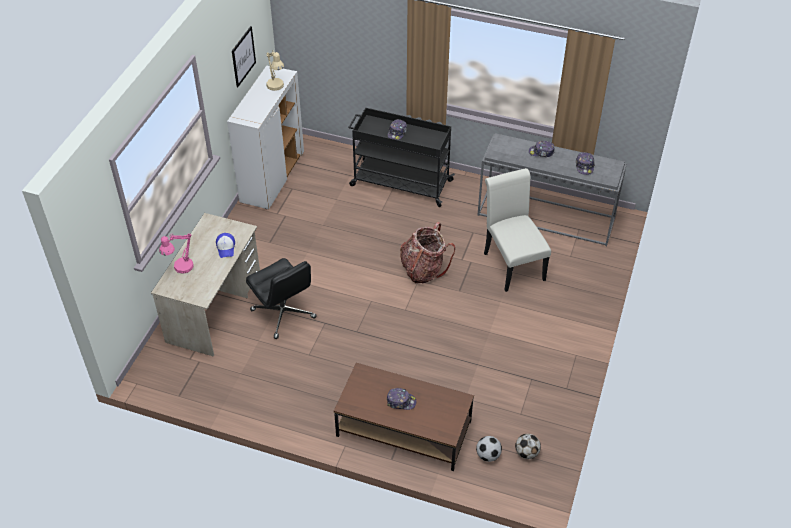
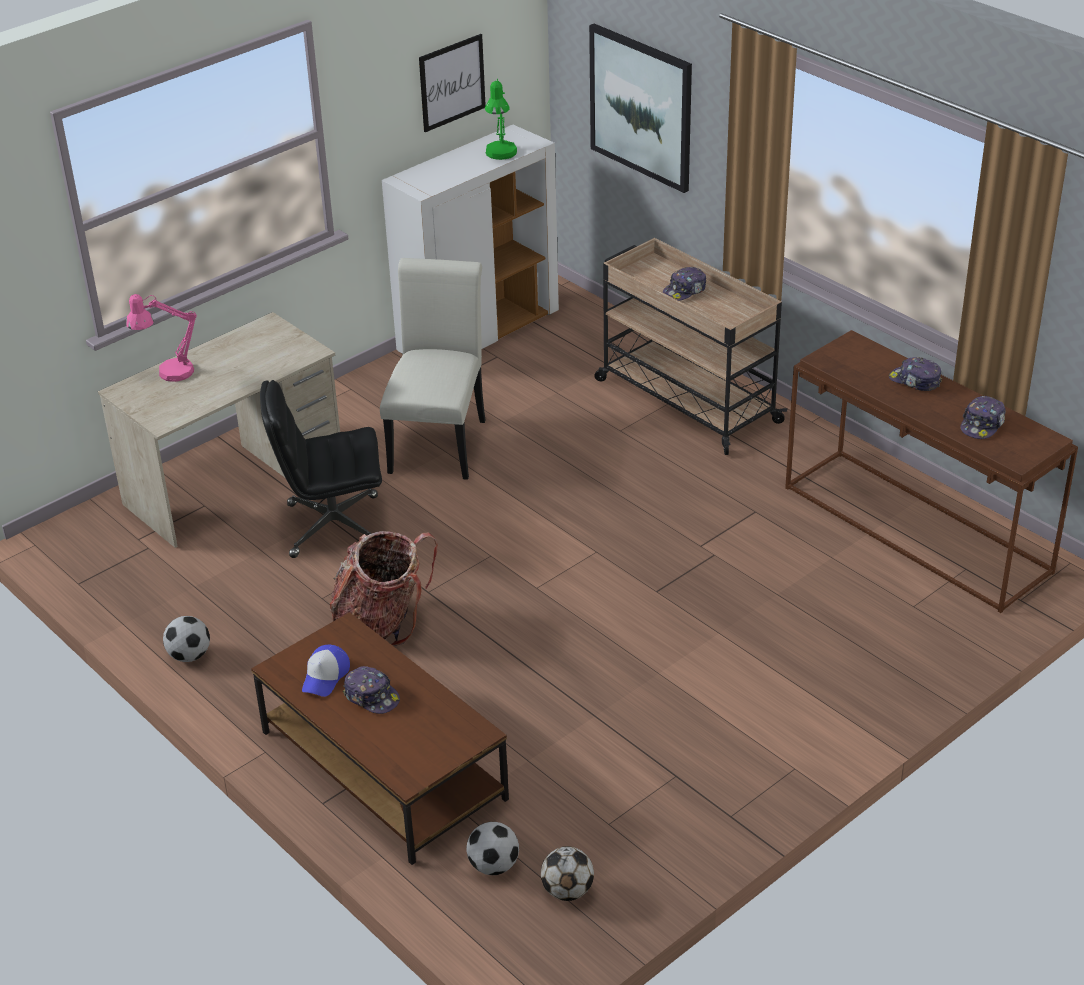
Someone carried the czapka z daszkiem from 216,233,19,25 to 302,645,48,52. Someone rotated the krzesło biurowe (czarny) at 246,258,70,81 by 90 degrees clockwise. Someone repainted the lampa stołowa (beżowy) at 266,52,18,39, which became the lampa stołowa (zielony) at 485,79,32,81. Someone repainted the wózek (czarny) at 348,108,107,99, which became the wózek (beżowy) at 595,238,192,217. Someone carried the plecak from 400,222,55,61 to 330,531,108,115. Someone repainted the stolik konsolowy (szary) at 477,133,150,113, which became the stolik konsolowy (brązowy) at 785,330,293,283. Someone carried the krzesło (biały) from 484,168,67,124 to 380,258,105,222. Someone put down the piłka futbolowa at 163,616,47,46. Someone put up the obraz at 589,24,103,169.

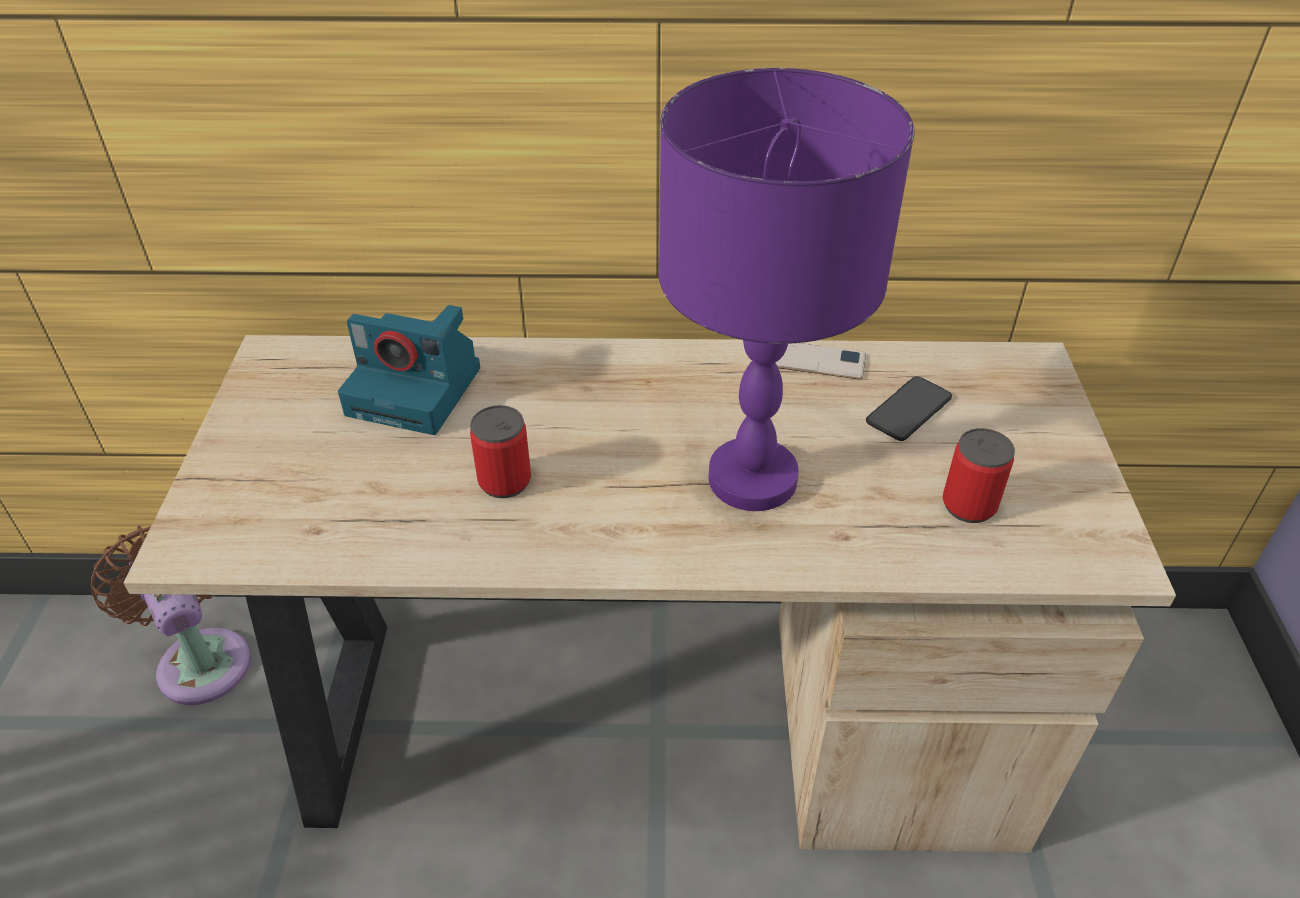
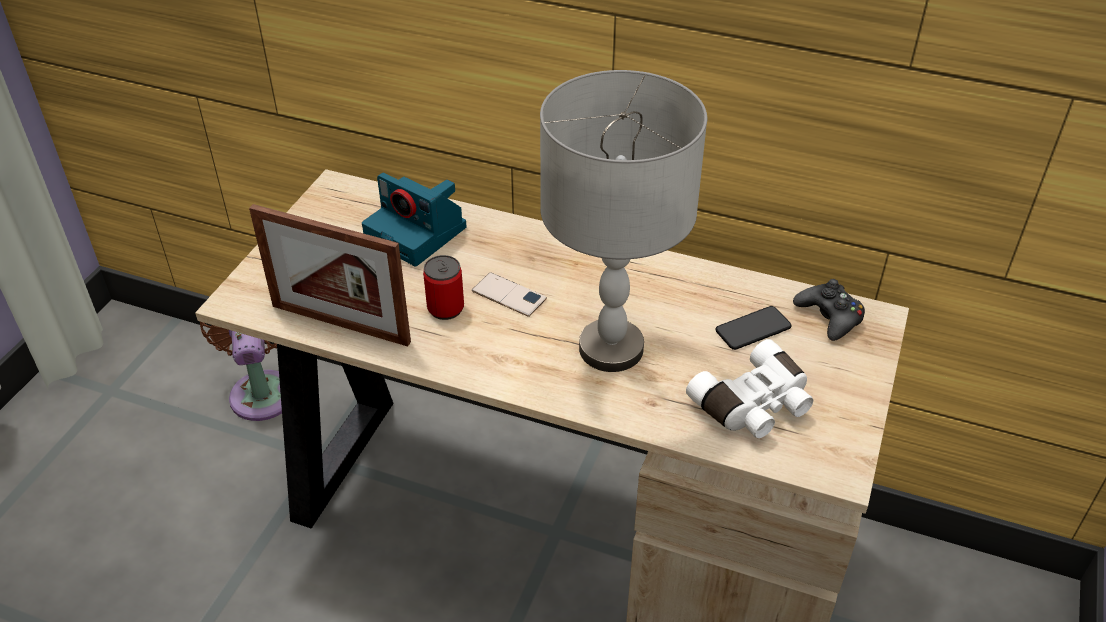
Someone repainted the lampa stołowa (fioletowy) at 659,68,256,443, which became the lampa stołowa (szary) at 540,70,167,302. Someone carried the telefon from 775,343,91,37 to 472,272,75,45. Someone swapped the puszka at 943,428,72,95 for the lornetka (biały) at 686,339,127,99. Someone put down the ramka na zdjęcie at 249,204,162,142. Someone put down the pad do gier (czarny) at 793,279,72,62.

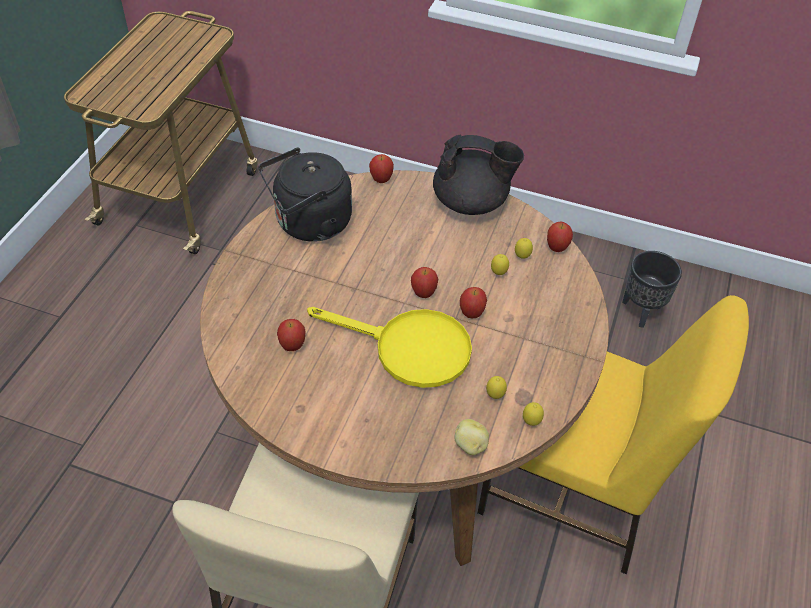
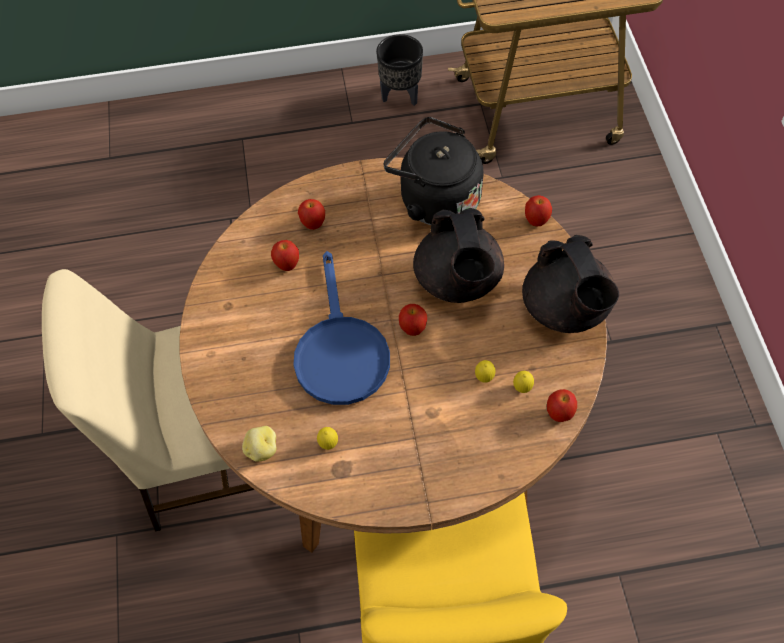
Someone repainted the patelnia (żółty) at 307,307,165,81, which became the patelnia (niebieski) at 293,251,97,154. Someone carried the jabłko from 460,287,27,31 to 298,199,27,31. Someone took away the cytryna at 523,402,21,24. Someone carried the donica (czarny) from 622,251,60,77 to 376,34,47,72. Someone put down the imbryk (czarny) at 413,208,91,95.

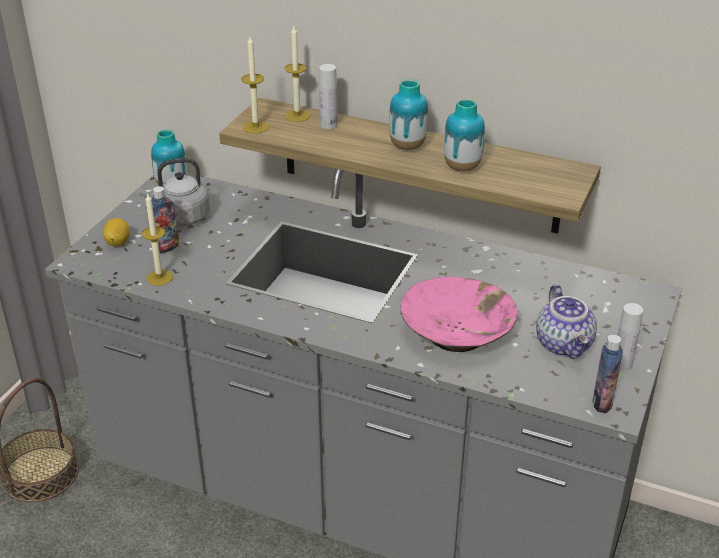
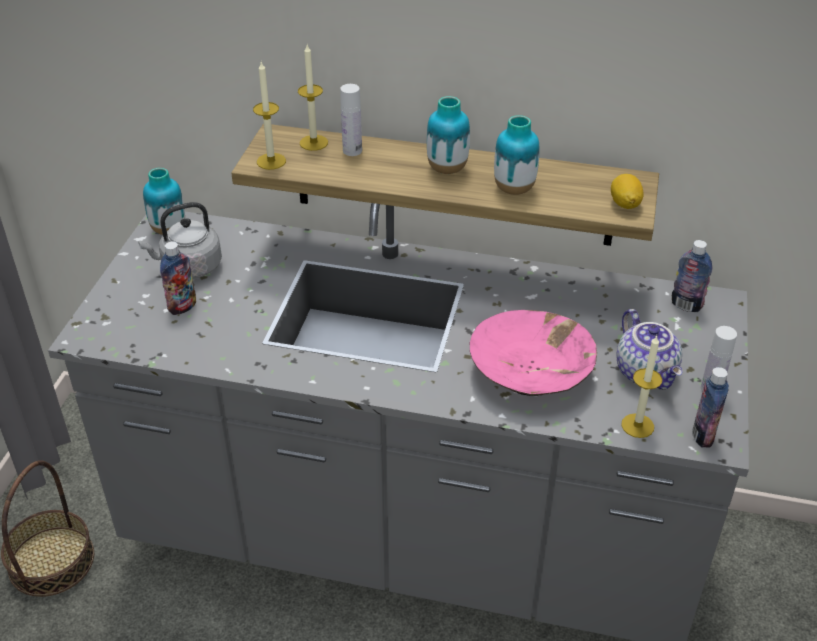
Someone carried the cytryna from 103,218,27,28 to 611,174,33,35. Someone carried the świeca from 142,194,31,92 to 621,336,41,102. Someone put down the butelka at 672,240,40,72.

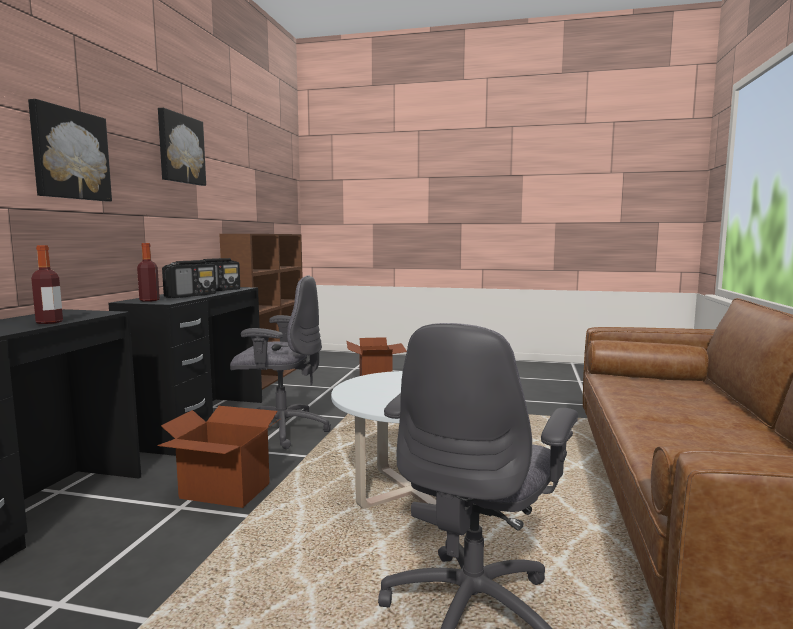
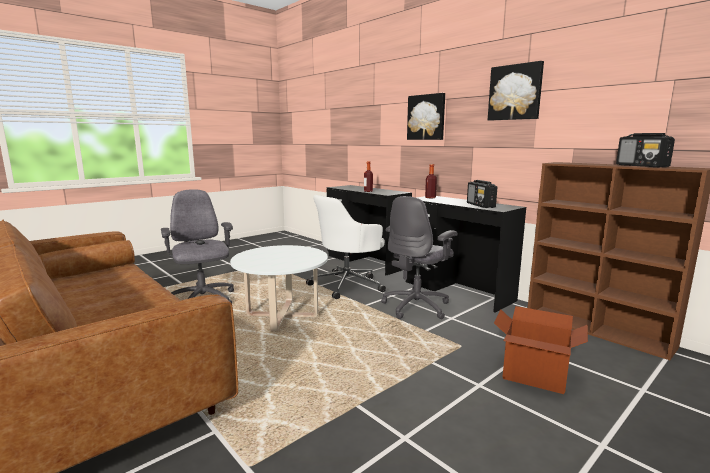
Someone swapped the karton at 157,406,124,102 for the krzesło biurowe (biały) at 306,195,80,104. Someone carried the radio from 162,260,54,38 to 616,133,59,34.

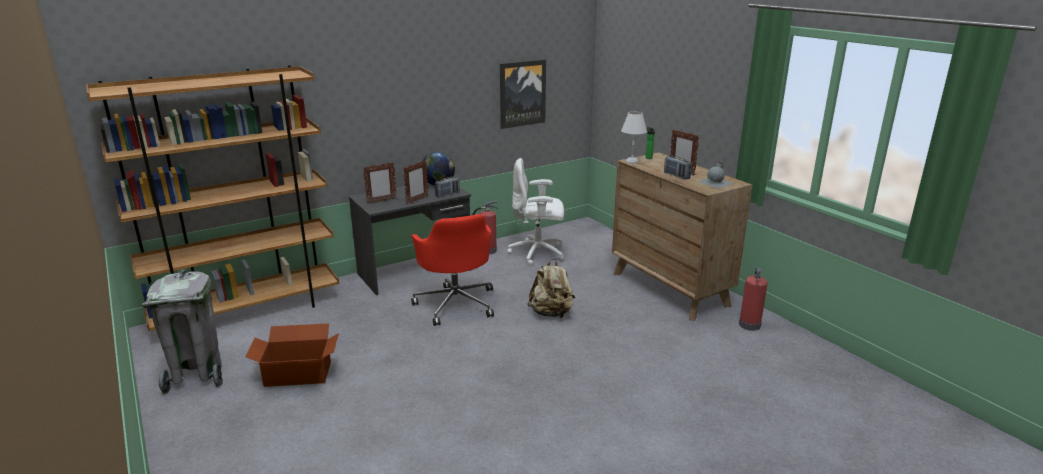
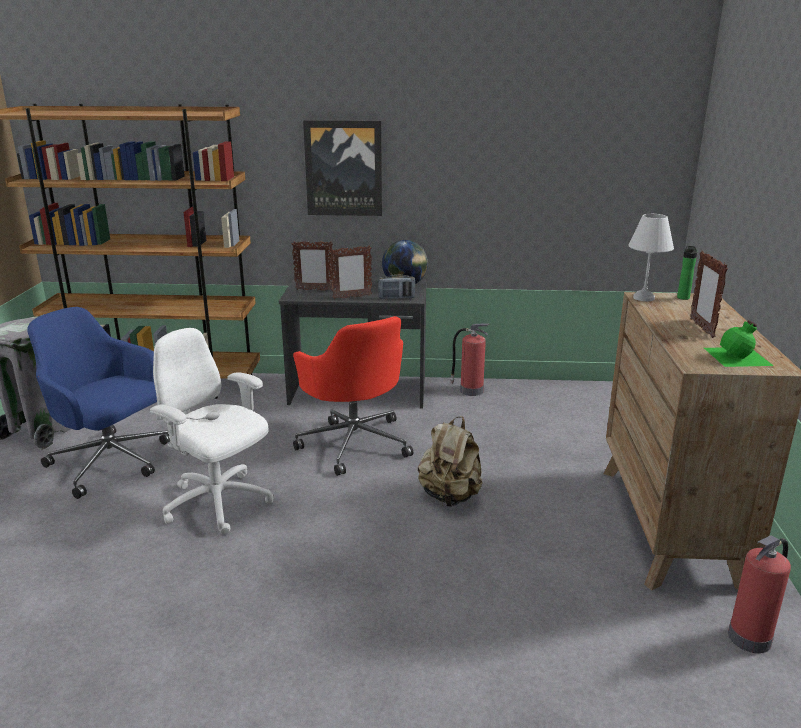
Someone swapped the karton at 245,323,94,64 for the krzesło biurowe (niebieski) at 27,307,143,192. Someone rotated the krzesło biurowe (czerwony) at 411,214,83,112 by 45 degrees counterclockwise. Someone carried the obraz from 500,59,46,70 to 303,120,79,96. Someone carried the krzesło biurowe (biały) from 508,158,57,108 to 150,328,124,207. Someone took away the radio at 664,156,28,23. Someone repainted the butelka (szary) at 697,162,36,26, which became the butelka (zielony) at 704,320,70,47.

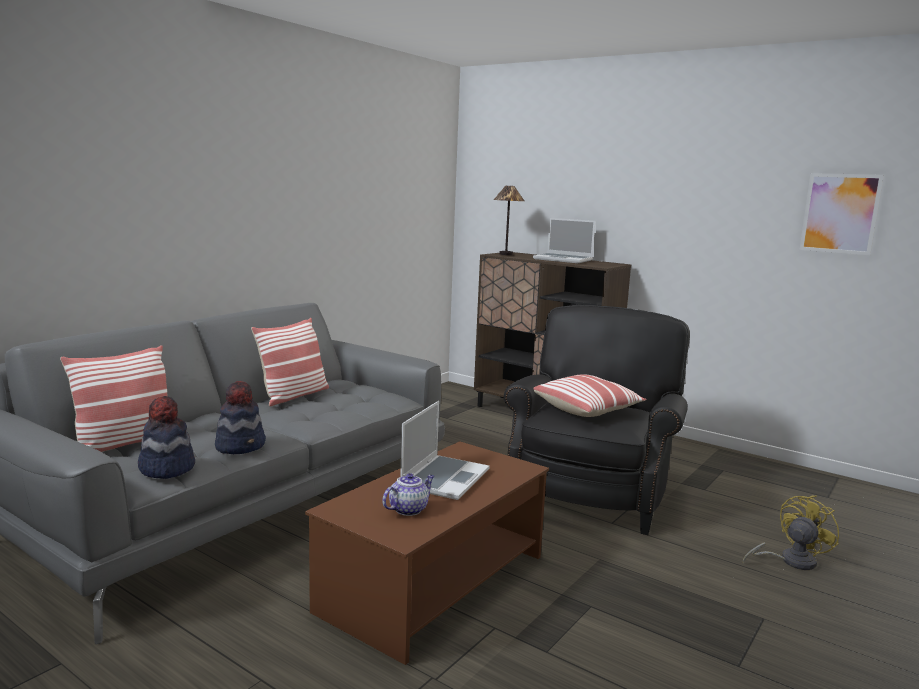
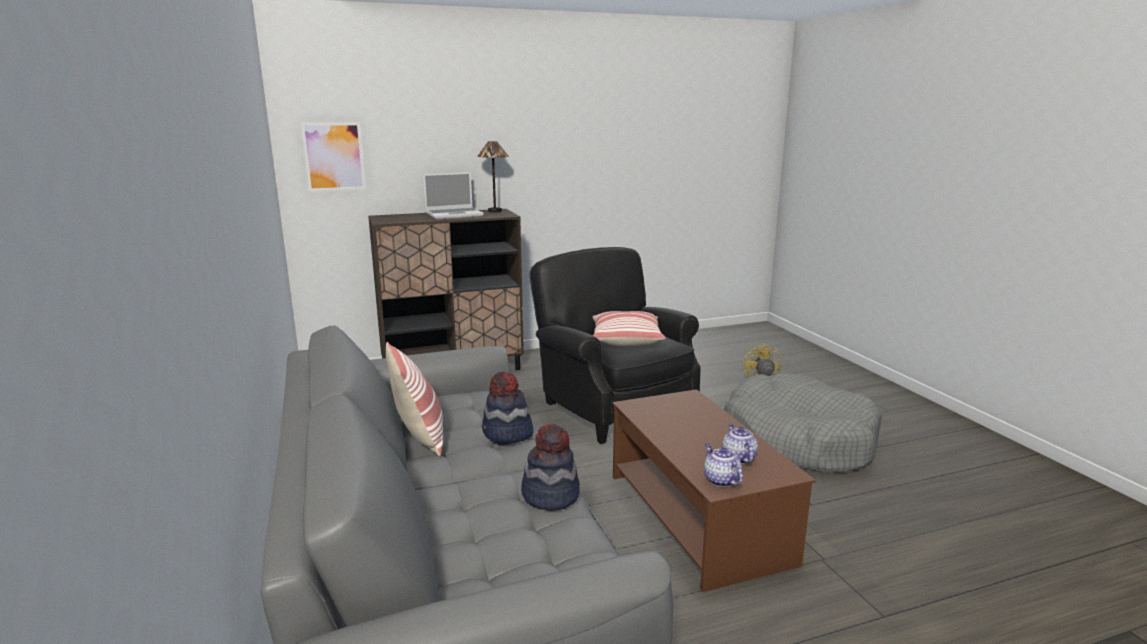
Someone took away the poduszka at 60,345,107,107. Someone carried the kapelusz from 138,396,57,83 to 482,372,51,71. Someone took away the laptop at 400,401,89,99. Someone carried the lampa stołowa from 494,186,30,69 to 477,141,32,71. Someone carried the obraz from 799,173,85,82 to 301,122,65,70. Someone put down the imbryk at 704,444,39,43. Someone put down the legowisko (szary) at 724,373,158,101.

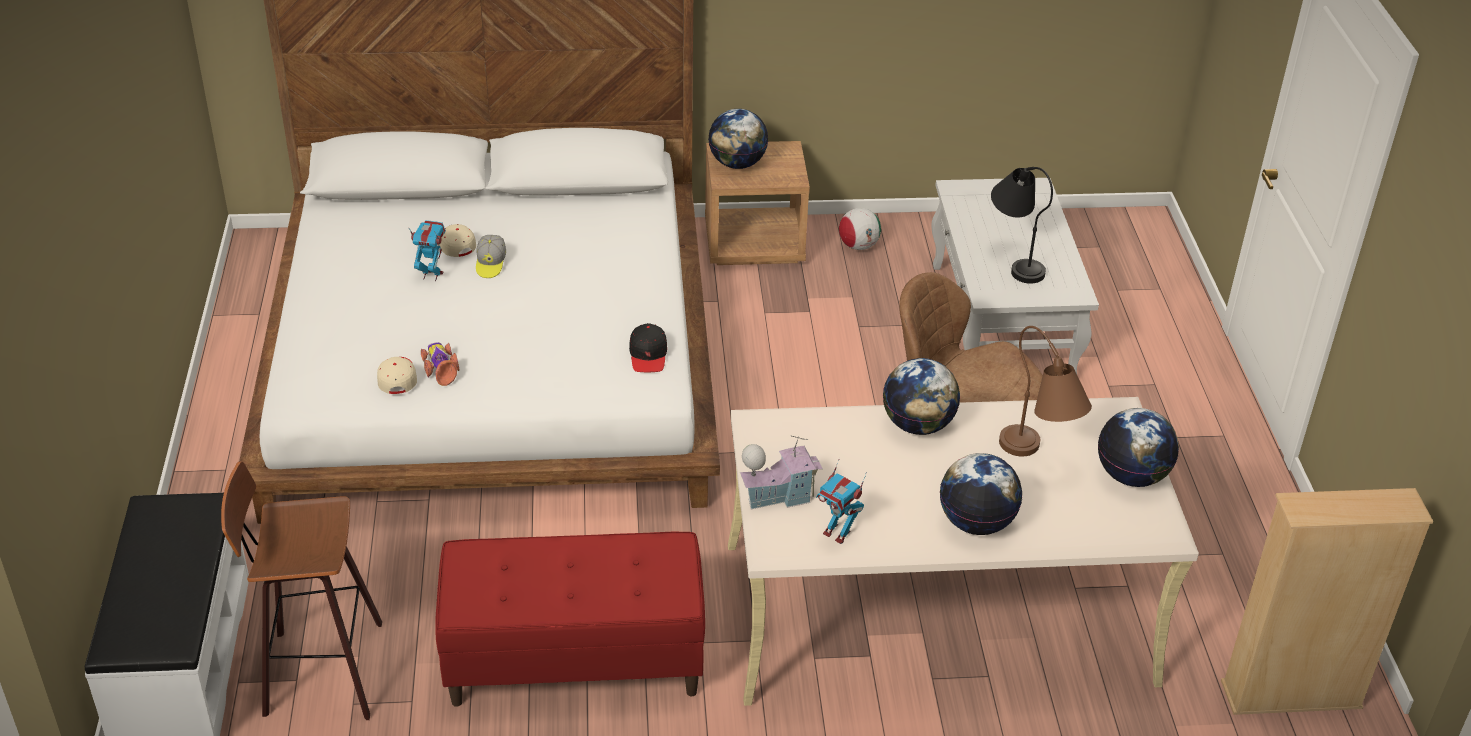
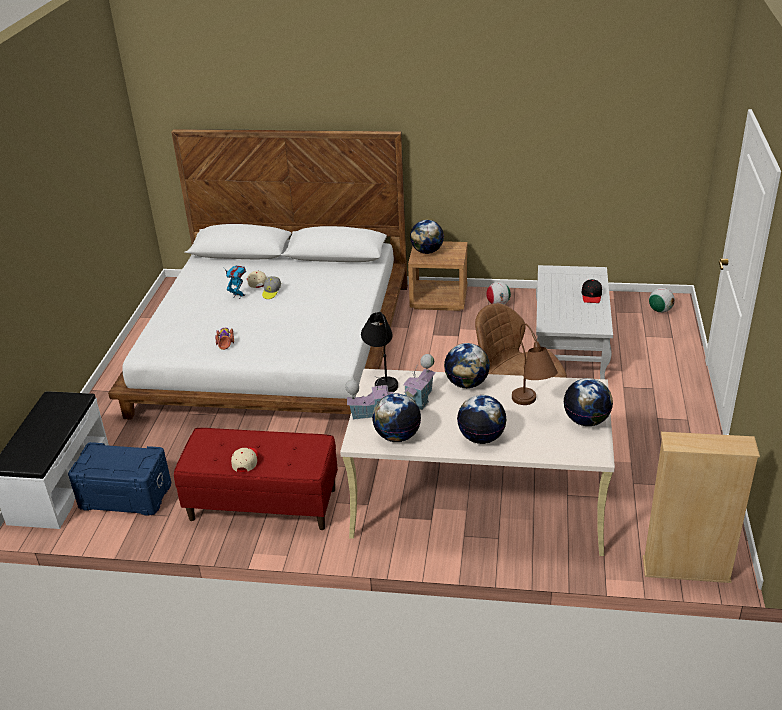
Someone swapped the stołek at 221,462,161,258 for the pojemnik do przechowywania (niebieski) at 68,442,103,74. Someone carried the czapka z daszkiem (beżowy) from 377,357,40,37 to 231,447,27,25. Someone carried the czapka z daszkiem (czarny) from 629,323,38,49 to 582,279,20,24. Someone swapped the robot zabawkowy at 816,458,51,86 for the globus at 372,393,49,49. Someone carried the lampa stołowa (czarny) from 991,167,62,117 to 361,312,37,80. Someone put down the domek at 403,354,33,56. Someone put down the piłka futbolowa at 649,288,26,25.

